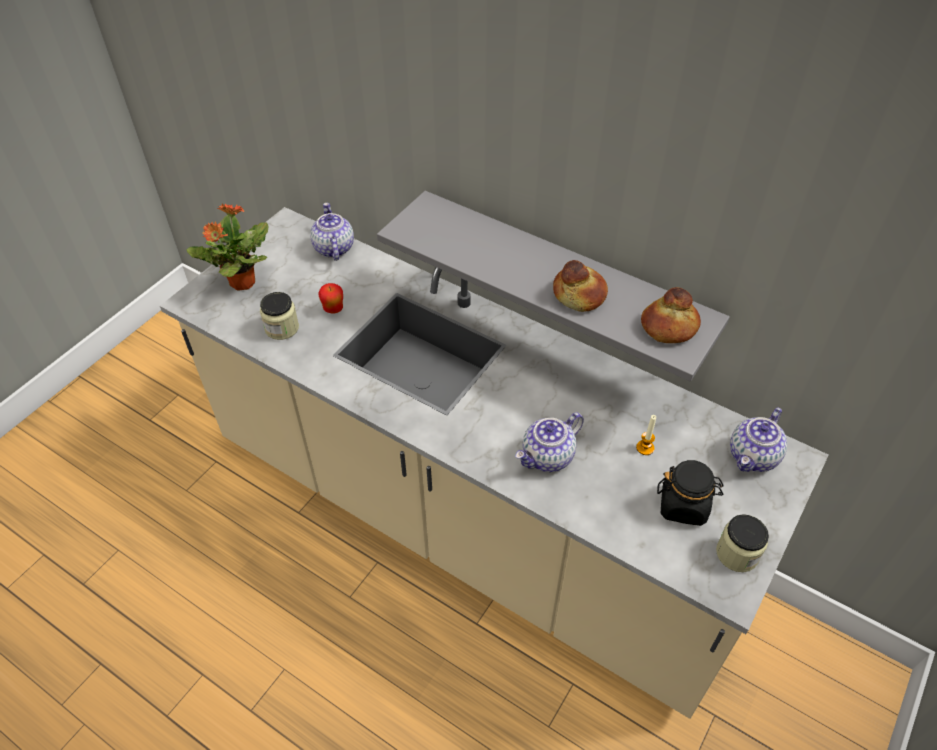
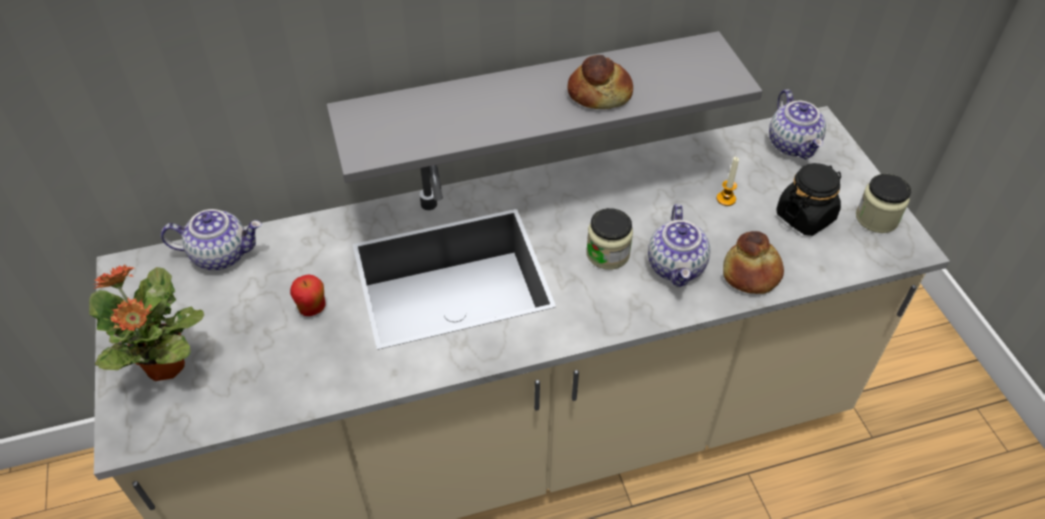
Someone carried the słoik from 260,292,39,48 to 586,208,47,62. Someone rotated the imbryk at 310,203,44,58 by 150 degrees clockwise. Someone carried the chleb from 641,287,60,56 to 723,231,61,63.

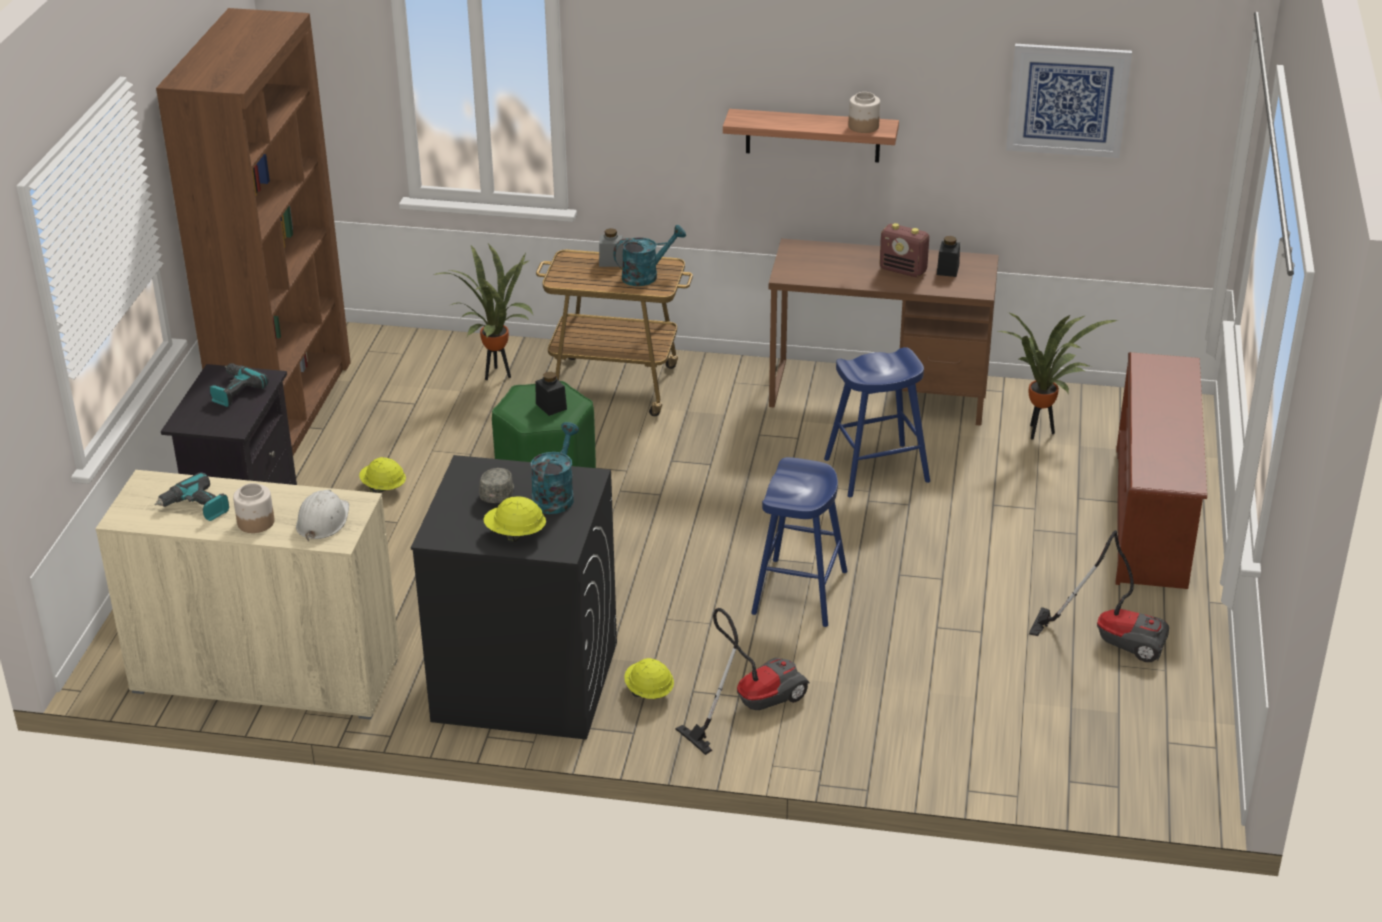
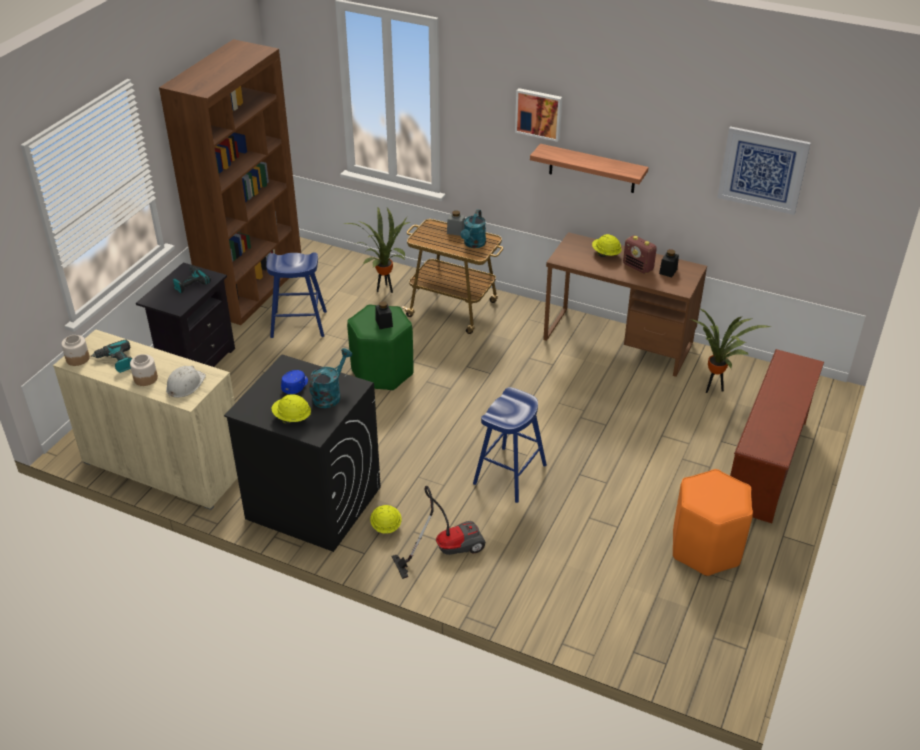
Someone carried the kask (żółty) from 359,457,47,36 to 592,234,30,23. Someone repainted the czapka z daszkiem (szary) at 479,468,35,35, which became the czapka z daszkiem (niebieski) at 281,370,27,24. Someone rotated the konewka (turkusowy) at 613,225,73,61 by 120 degrees clockwise. Someone carried the stołek (niebieski) from 824,347,106,150 to 266,252,61,86. Someone carried the słoik from 849,92,31,41 to 61,335,29,31. Someone swapped the odkurzacz at 1029,530,140,132 for the stołek (pomarańczowy) at 673,469,80,107. Someone put up the obraz at 515,88,47,54.

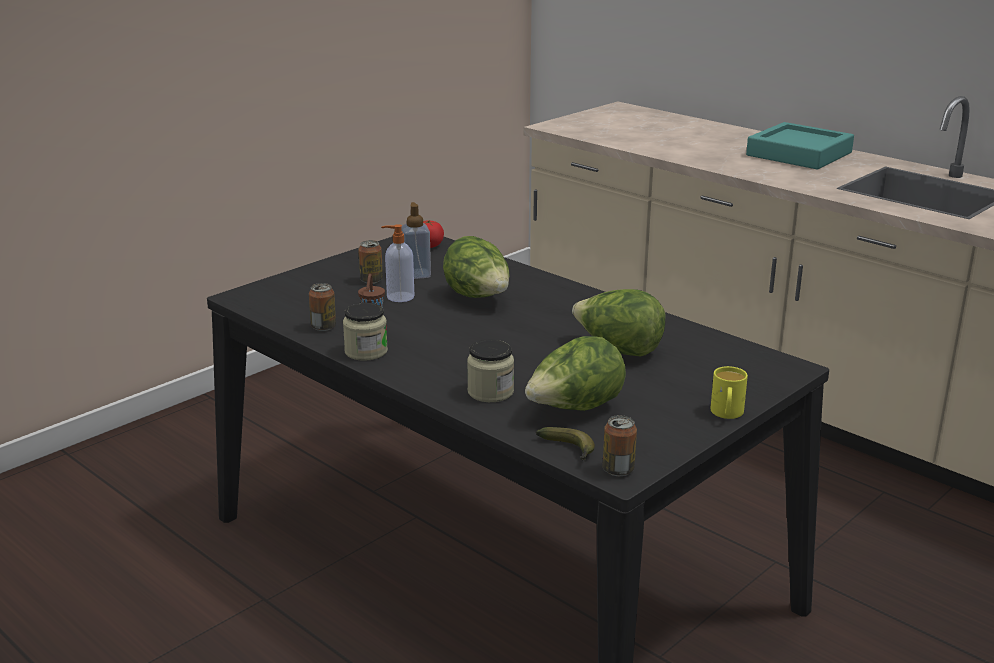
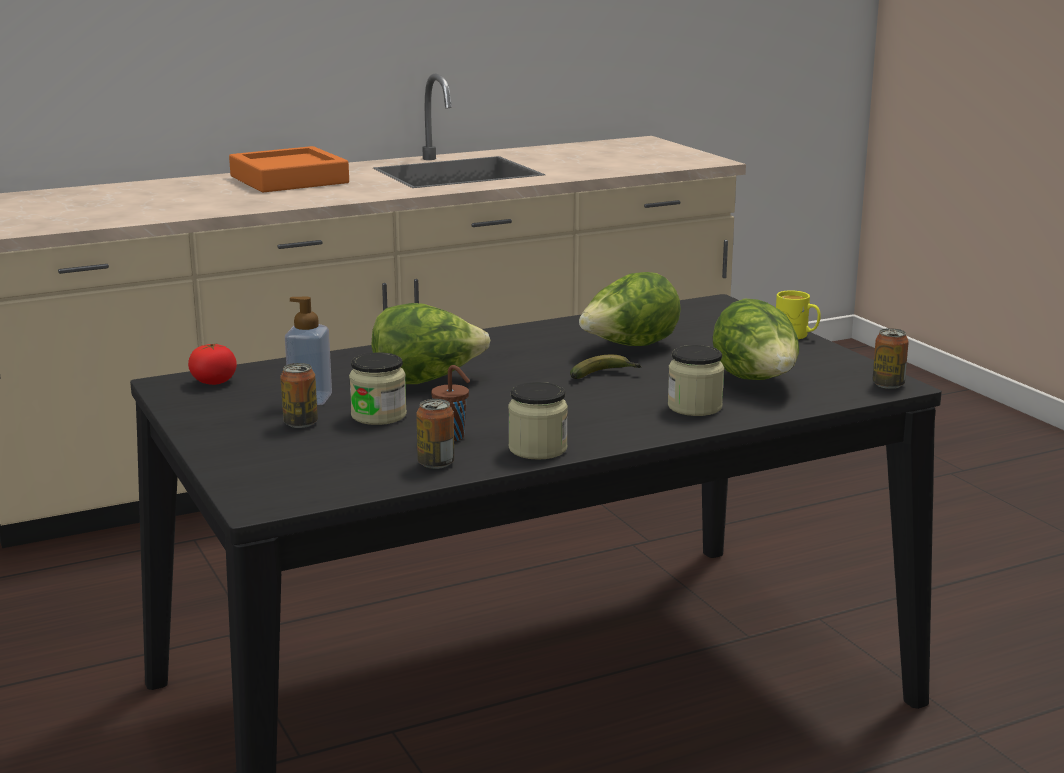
Someone swapped the dozownik mydła at 381,224,33,78 for the słoik at 349,352,58,73. Someone carried the banan from 536,427,59,34 to 570,355,72,24. Someone repainted the taca (turkusowy) at 746,122,108,47, which became the taca (pomarańczowy) at 229,146,120,46.

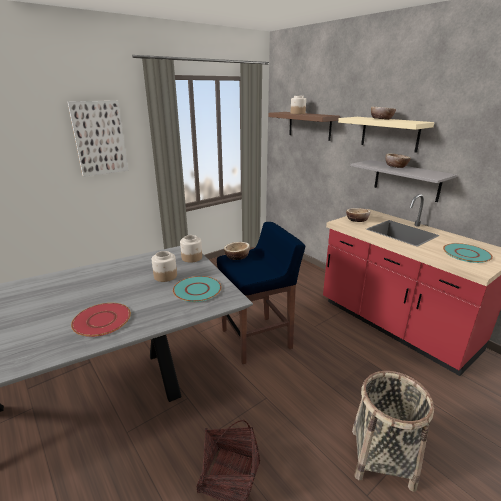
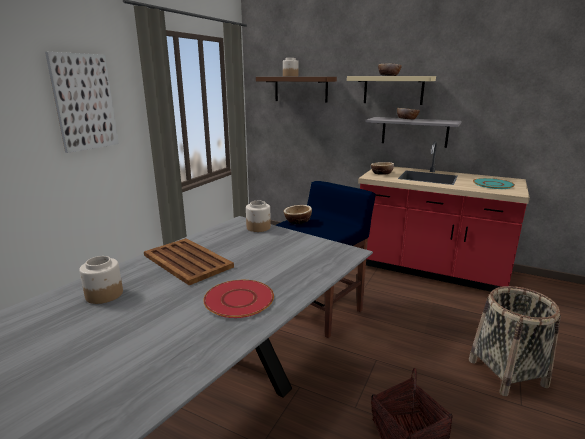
Someone carried the słoik from 152,251,25,31 to 79,256,44,48. Someone took away the talerz (turkusowy) at 173,276,48,26. Someone put down the taca (brązowy) at 144,238,90,47.

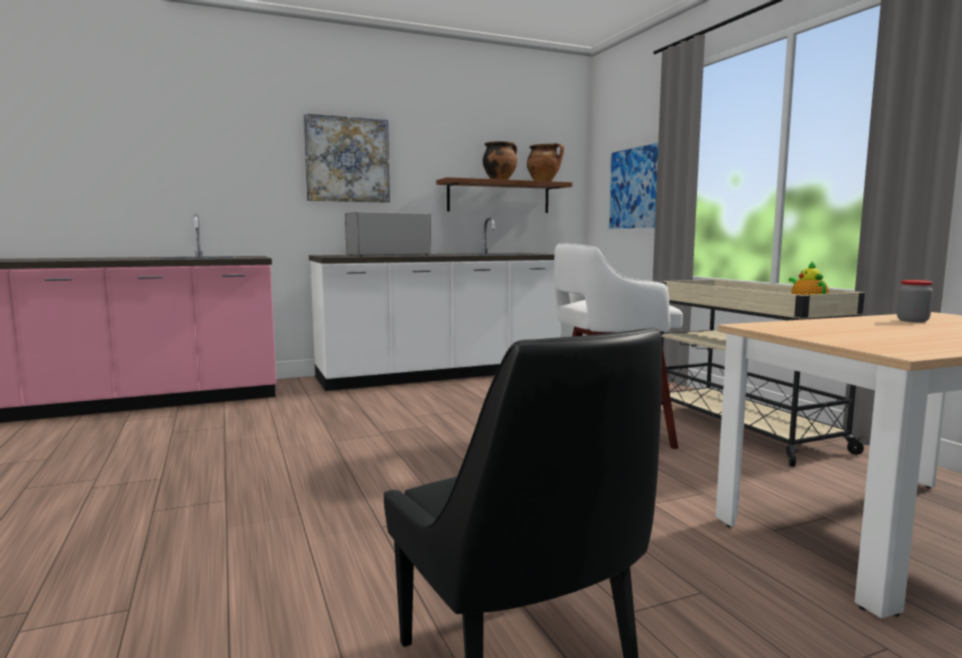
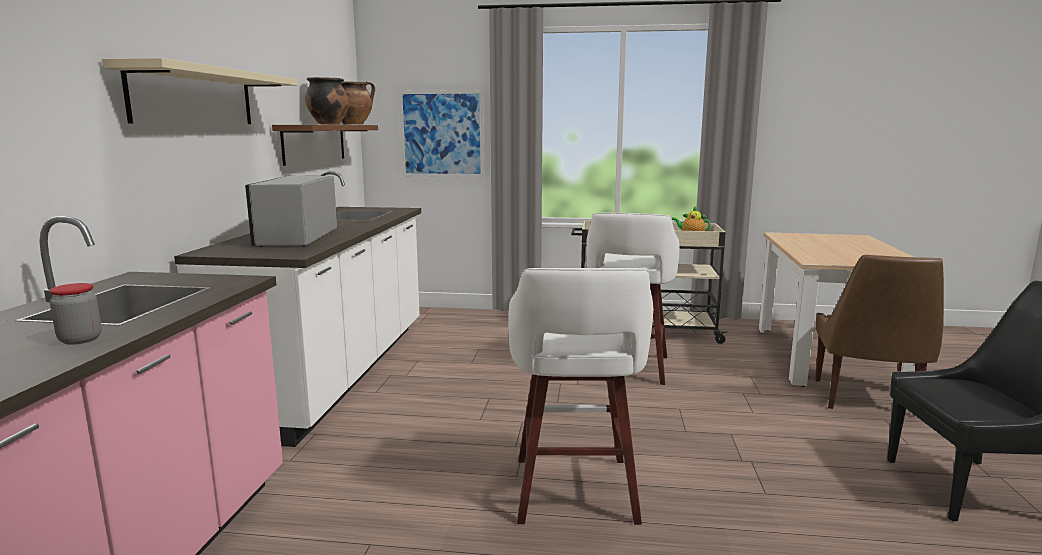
Someone swapped the obraz at 303,113,87,90 for the półka (beżowy) at 102,58,196,66. Someone carried the słoik from 897,280,36,42 to 49,283,53,62. Someone put down the stołek (biały) at 508,268,145,257. Someone put down the krzesło (brązowy) at 815,255,129,154.

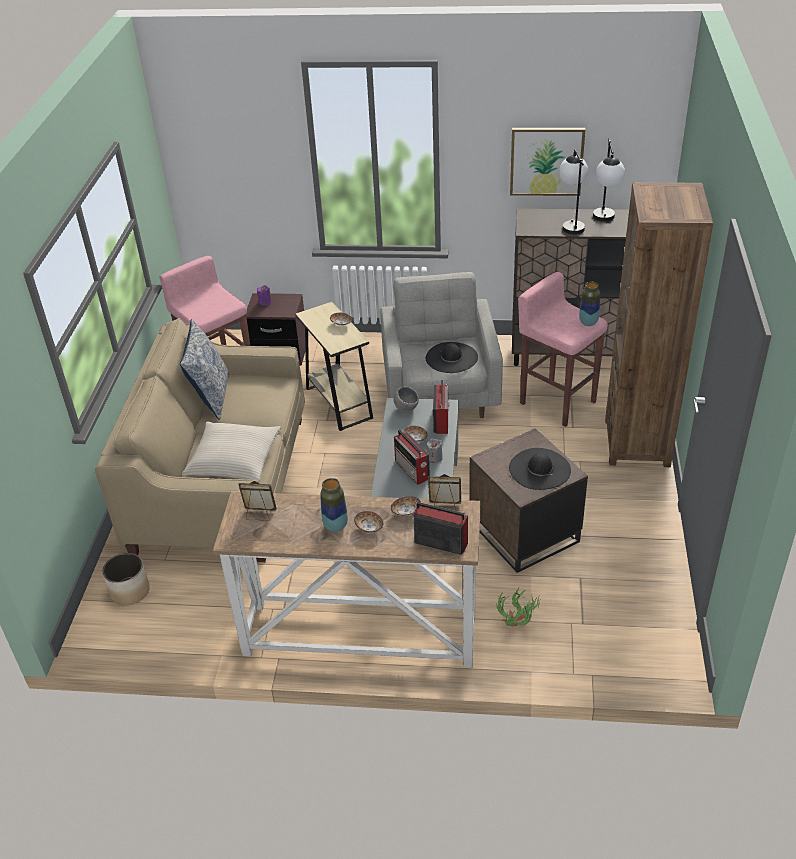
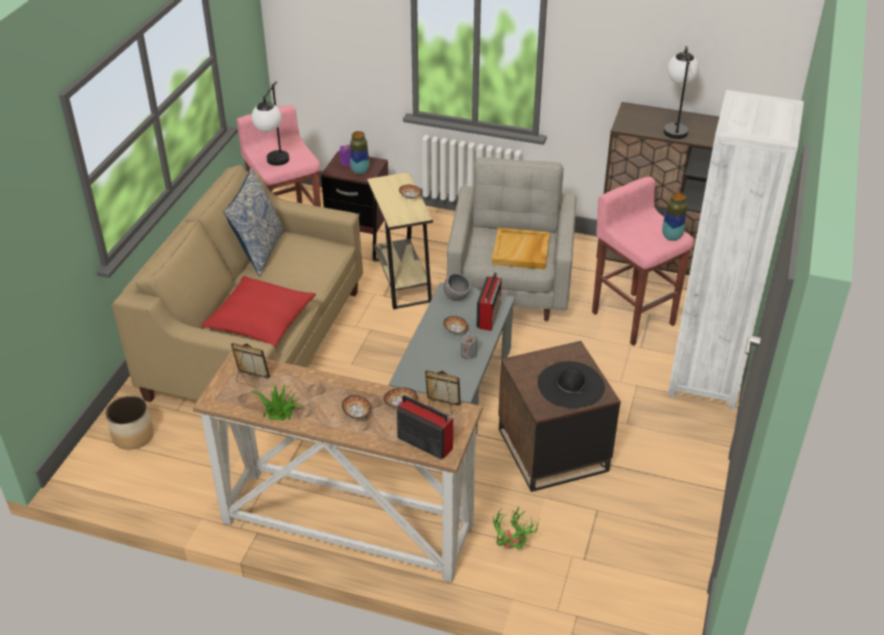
Someone repainted the poduszka (beżowy) at 182,422,99,59, which became the poduszka (czerwony) at 201,276,115,70. Someone carried the wazon from 320,478,28,54 to 350,131,19,43. Someone took away the radio at 394,429,36,56. Someone swapped the kapelusz (czarny) at 426,342,52,31 for the taca (beżowy) at 492,228,58,41. Someone took away the obraz at 510,128,75,68. Someone carried the lampa stołowa from 593,138,32,84 to 252,82,37,84. Someone repainted the regał (brązowy) at 605,182,108,285, which became the regał (biały) at 668,90,136,320. Someone put down the roślina doniczkowa at 249,385,55,36.

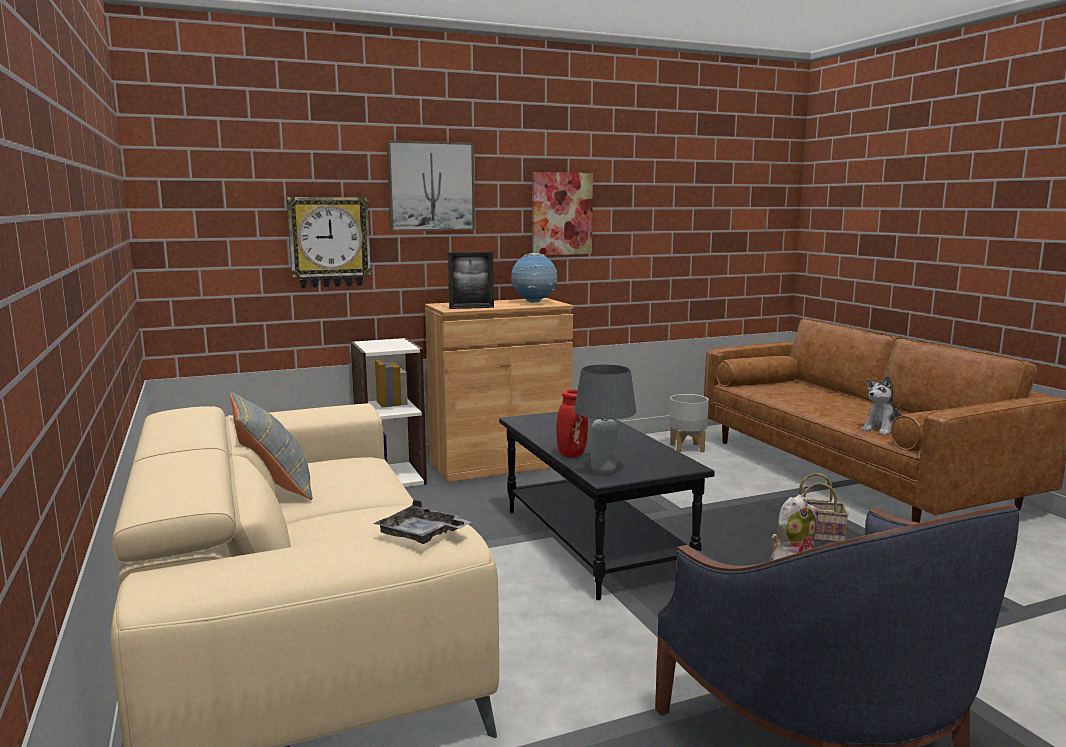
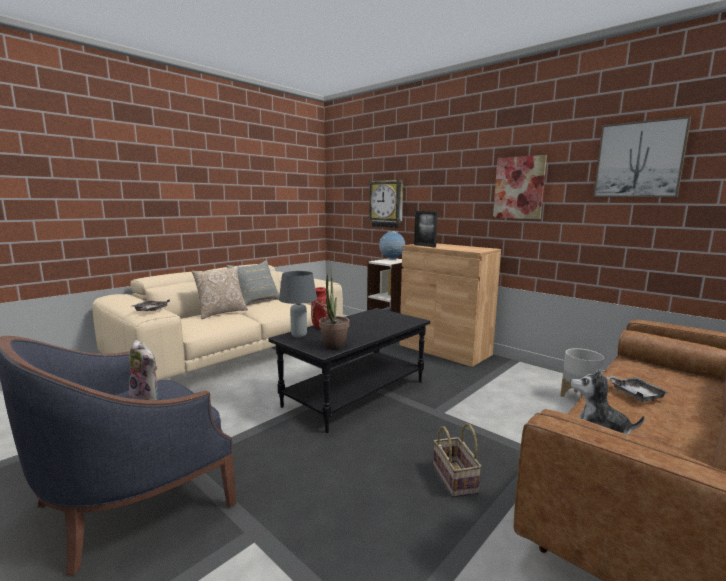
Someone carried the obraz from 387,140,88,91 to 593,116,98,81. Someone carried the globus from 511,253,46,50 to 379,231,26,29. Someone put down the poduszka at 192,266,56,53. Someone put down the roślina doniczkowa at 319,268,31,82. Someone put down the taca (szary) at 607,376,62,26.

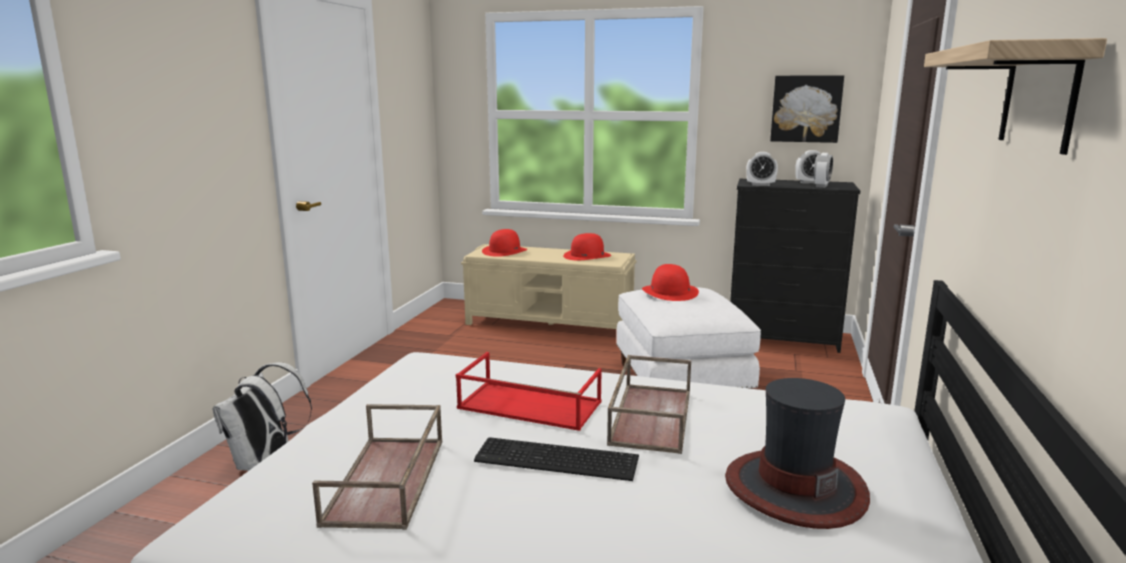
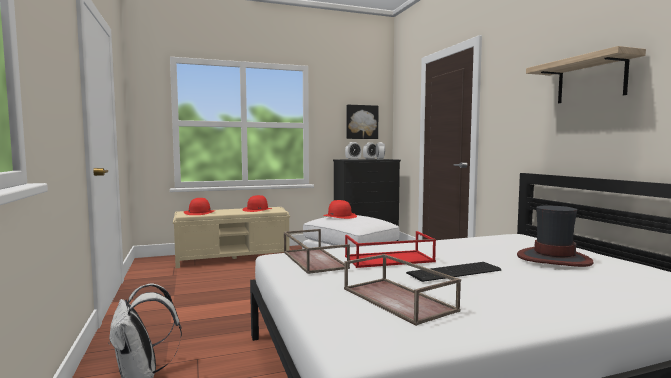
Someone carried the taca (brązowy) from 607,355,84,99 to 284,229,66,45.

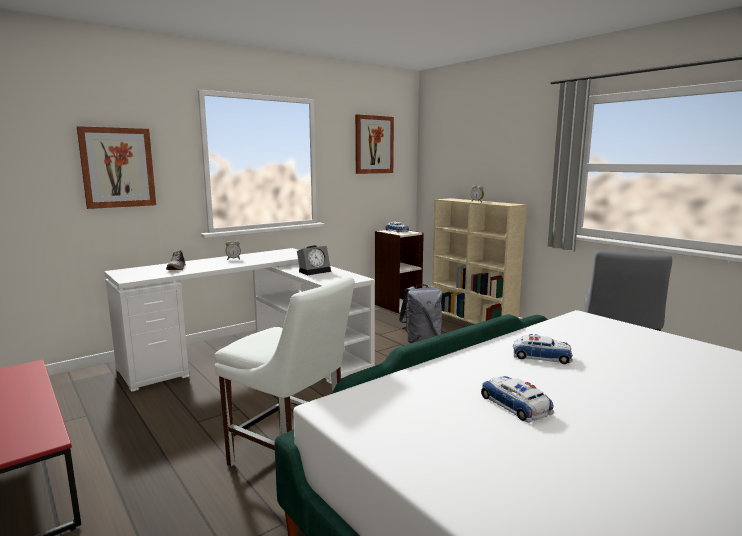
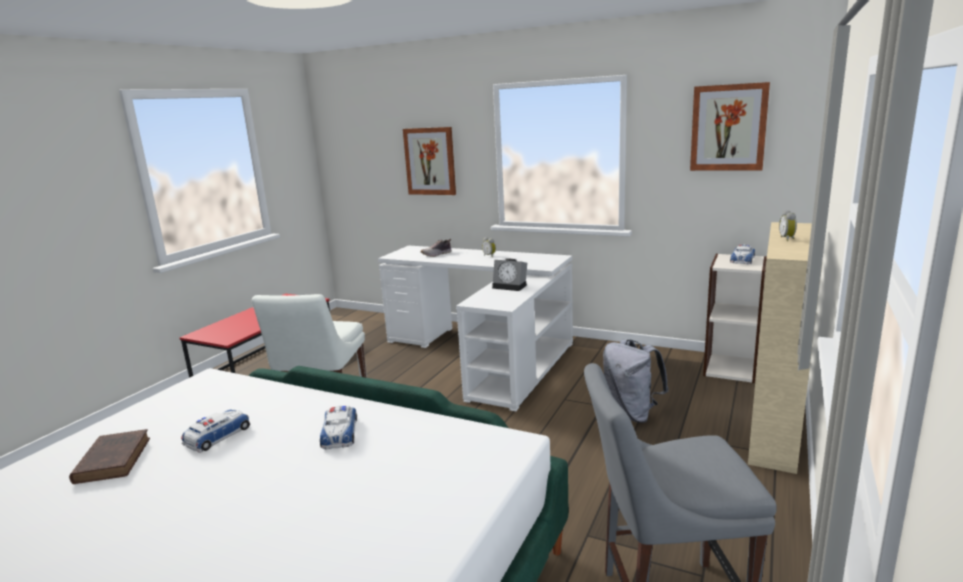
Someone put down the książka (brązowy) at 69,429,81,55.

